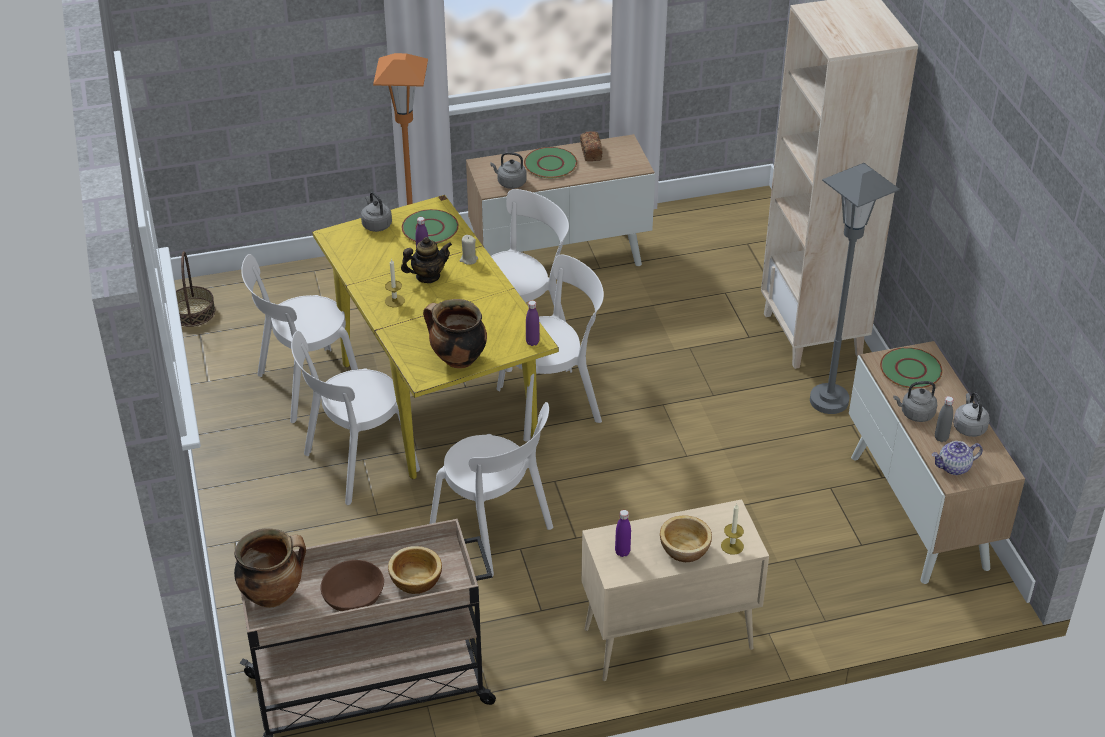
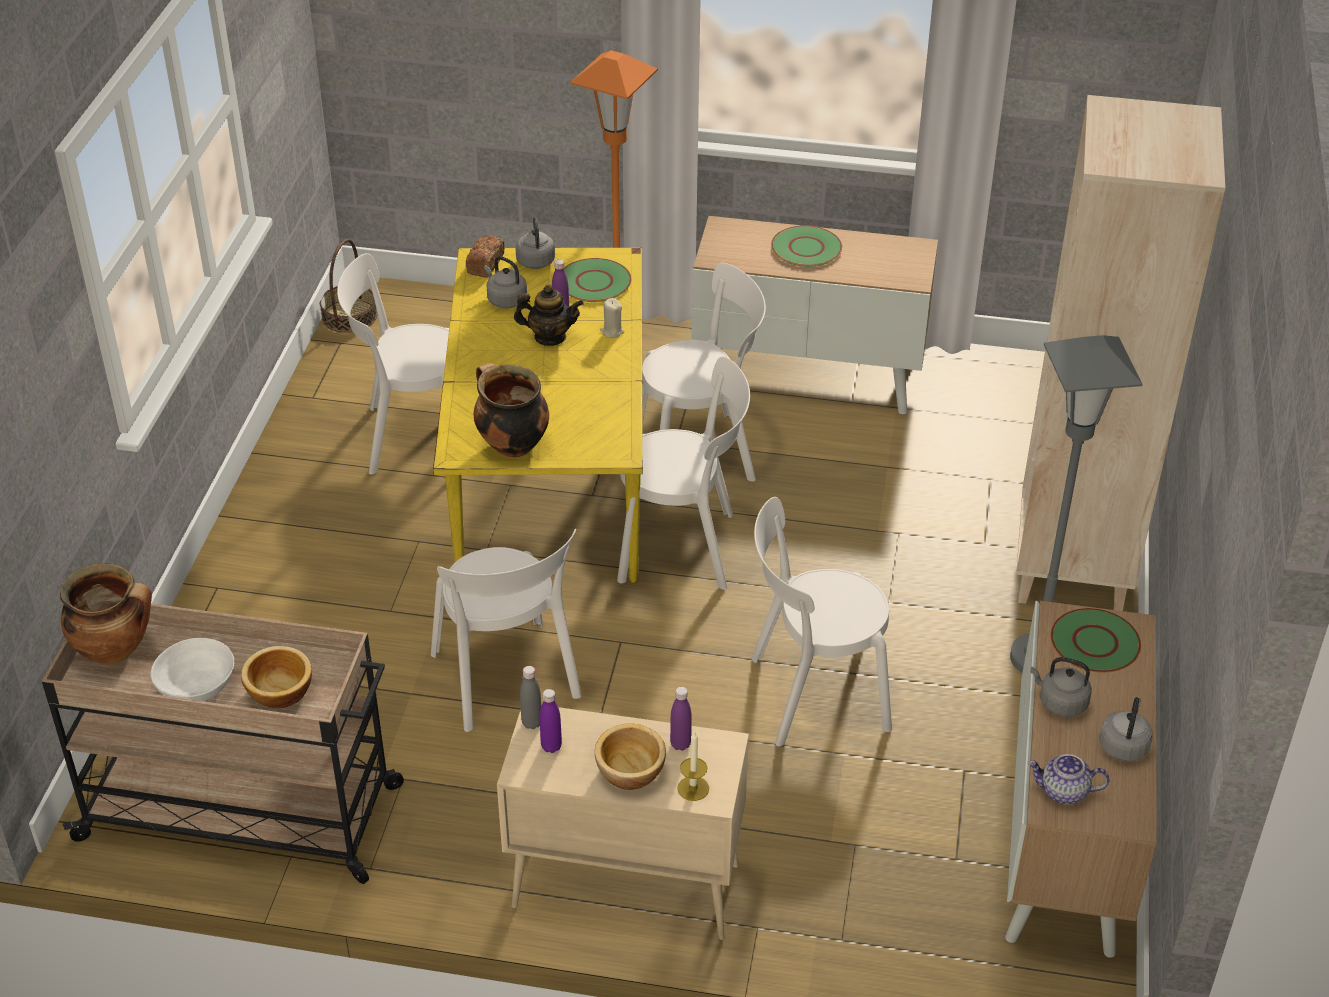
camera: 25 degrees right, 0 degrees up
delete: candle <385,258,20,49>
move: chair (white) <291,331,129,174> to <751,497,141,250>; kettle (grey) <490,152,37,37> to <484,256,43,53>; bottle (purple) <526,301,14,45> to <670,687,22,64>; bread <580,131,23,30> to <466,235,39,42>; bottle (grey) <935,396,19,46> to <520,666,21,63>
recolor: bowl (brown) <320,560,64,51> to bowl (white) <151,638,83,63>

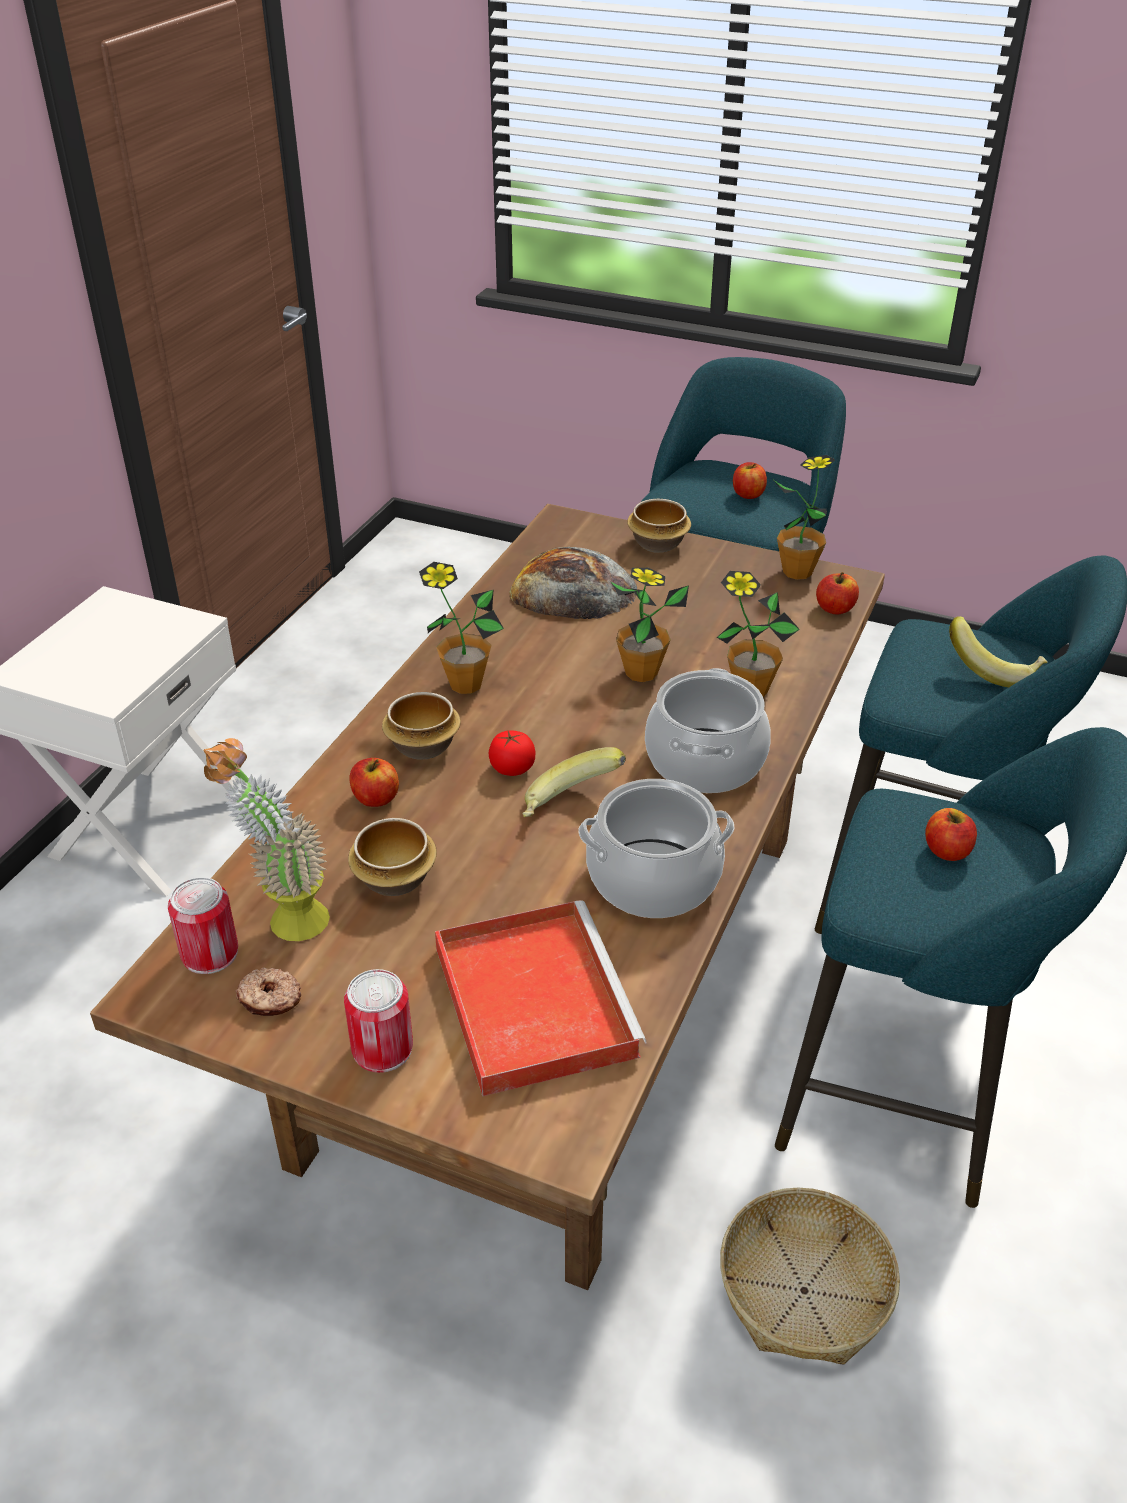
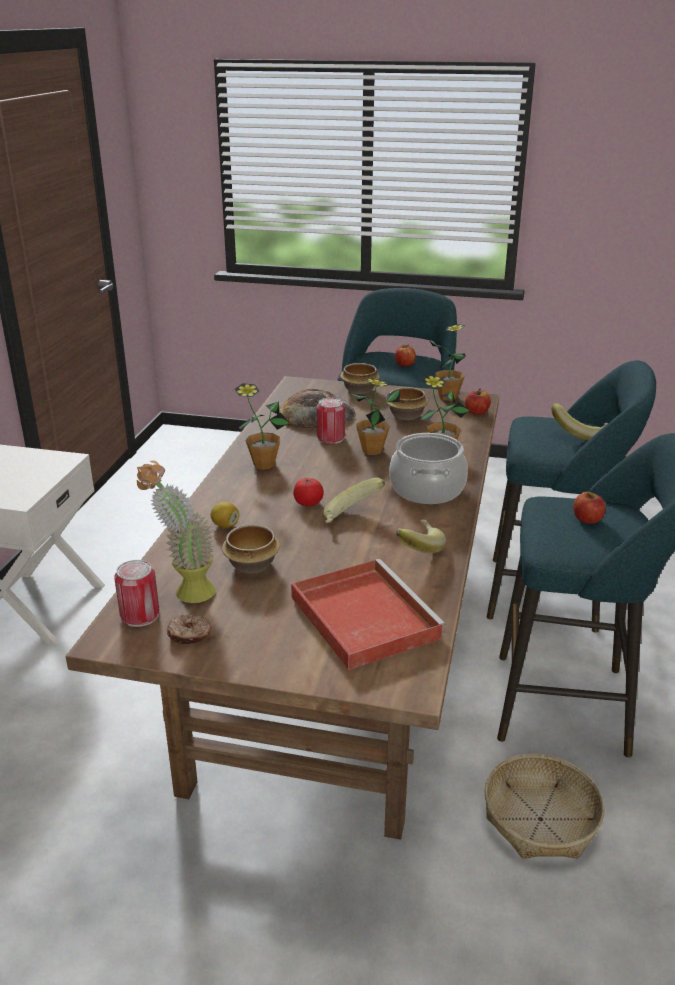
camera: 10 degrees left, 10 degrees down
move: can <344,969,69,104> to <317,397,28,47>; bowl <382,692,79,68> to <386,387,42,33>
replace: apple <350,758,49,49> to lemon <210,502,29,26>; cooking pot <578,779,157,139> to banana <395,520,51,33>

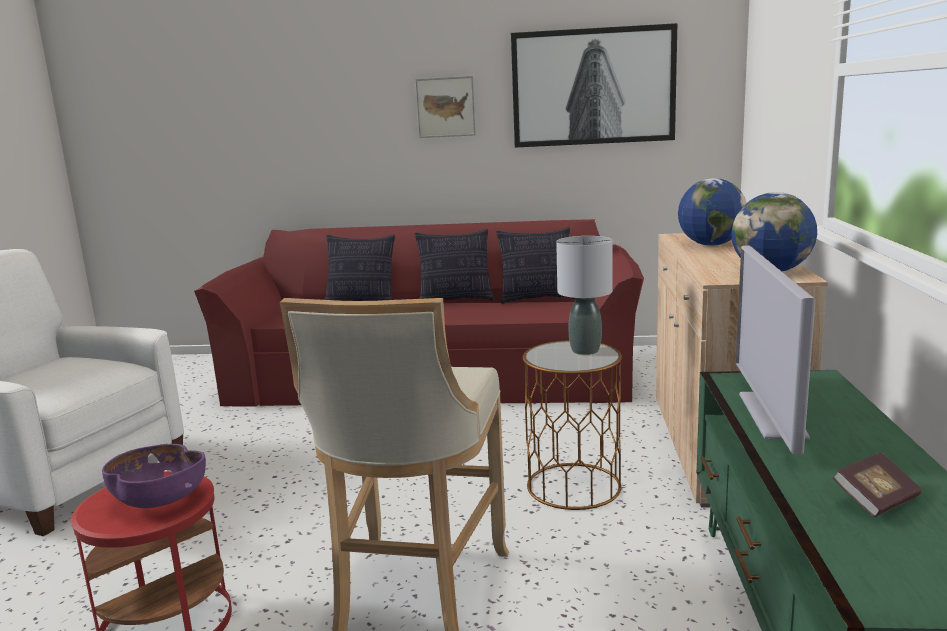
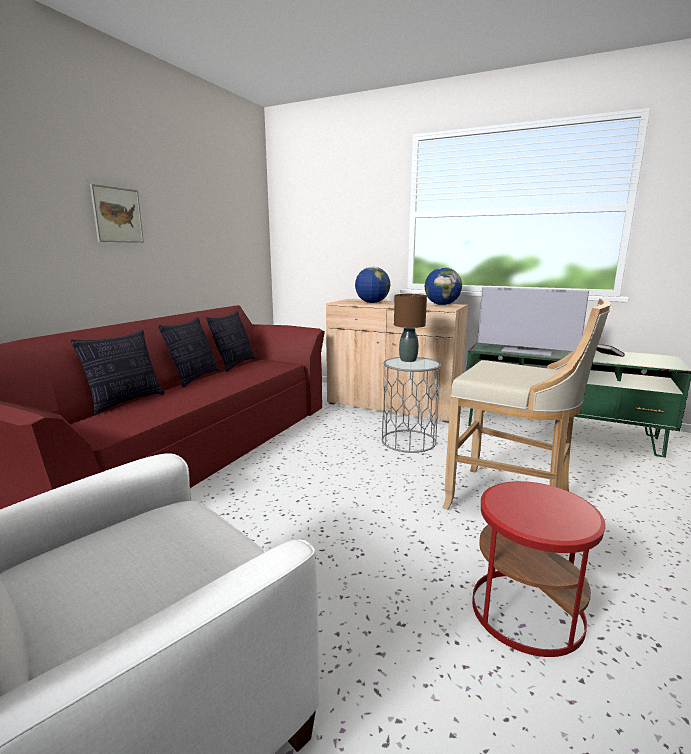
camera: 70 degrees left, 0 degrees up
delete: bowl (purple) <102,444,104,64>; picture <511,23,166,125>
recolor: side table (brown) <523,340,99,170> to side table (grey) <382,357,59,96>; table lamp (grey) <556,236,57,119> to table lamp (brown) <394,294,33,68>

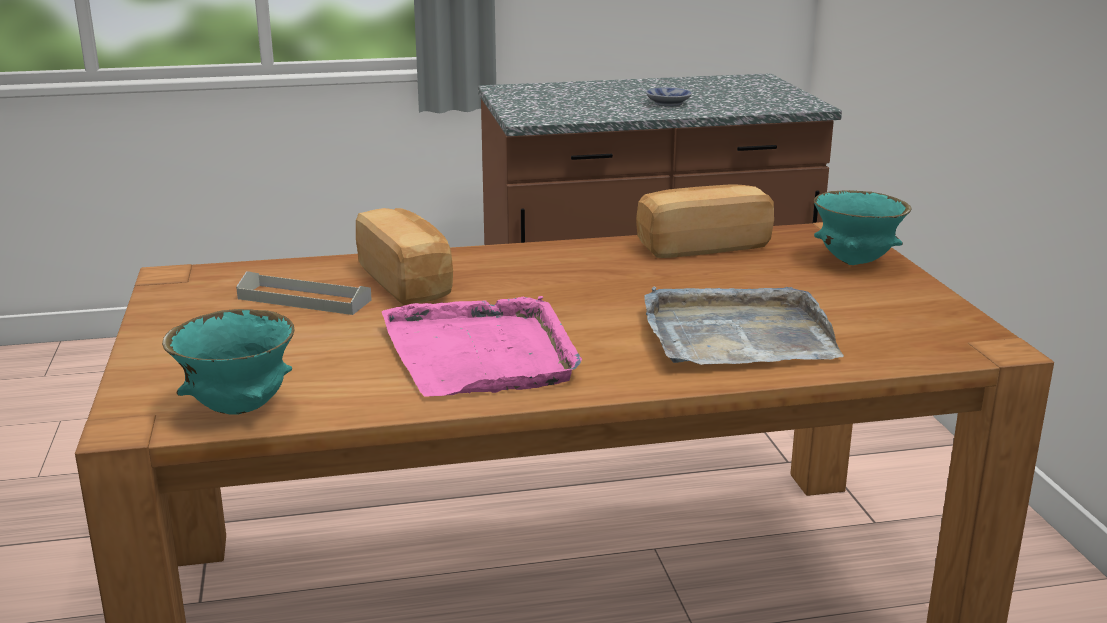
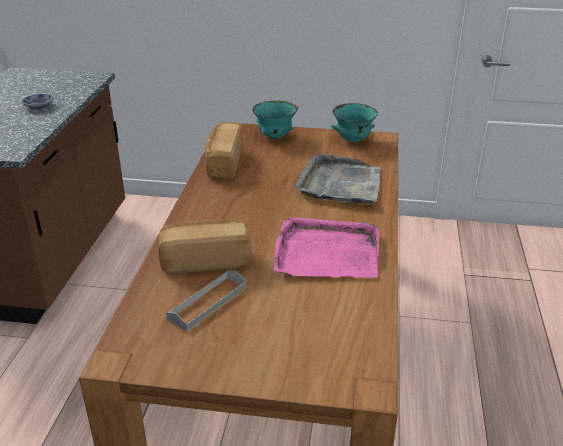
camera: 70 degrees left, 10 degrees up
move: bowl (turquoise) <162,309,133,106> to <331,103,47,39>

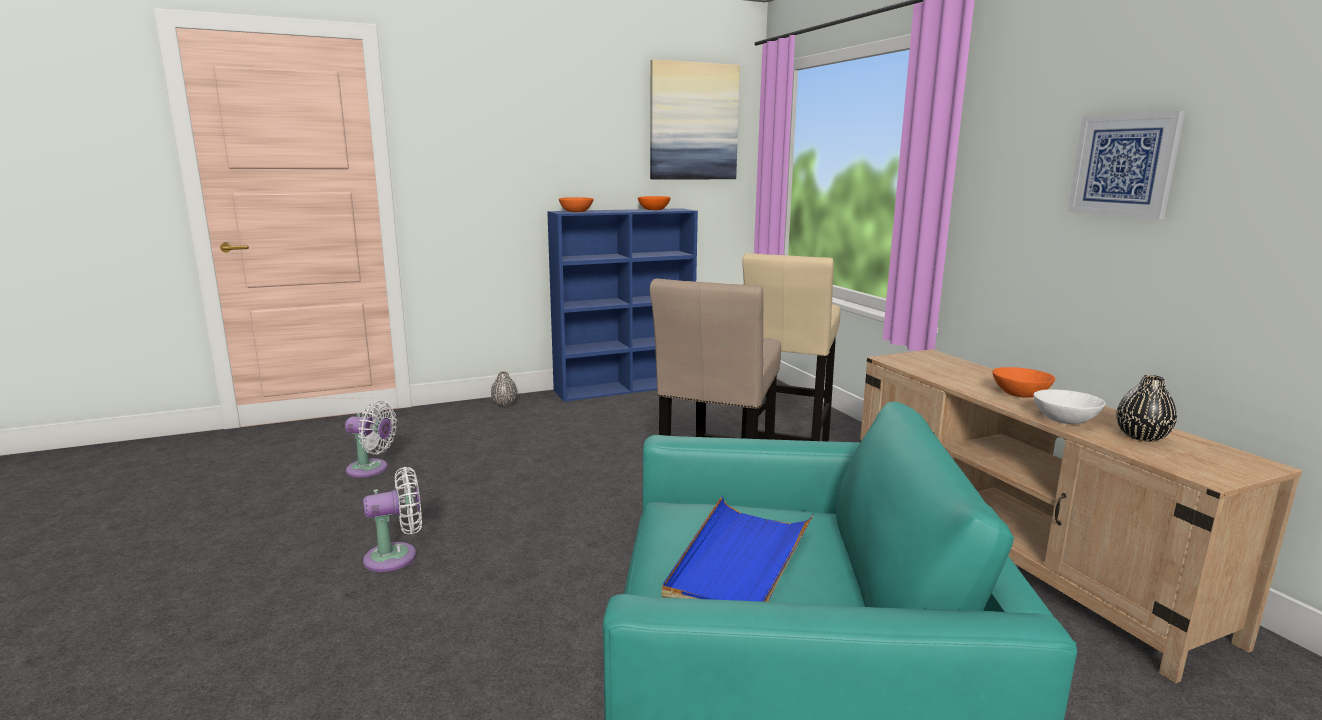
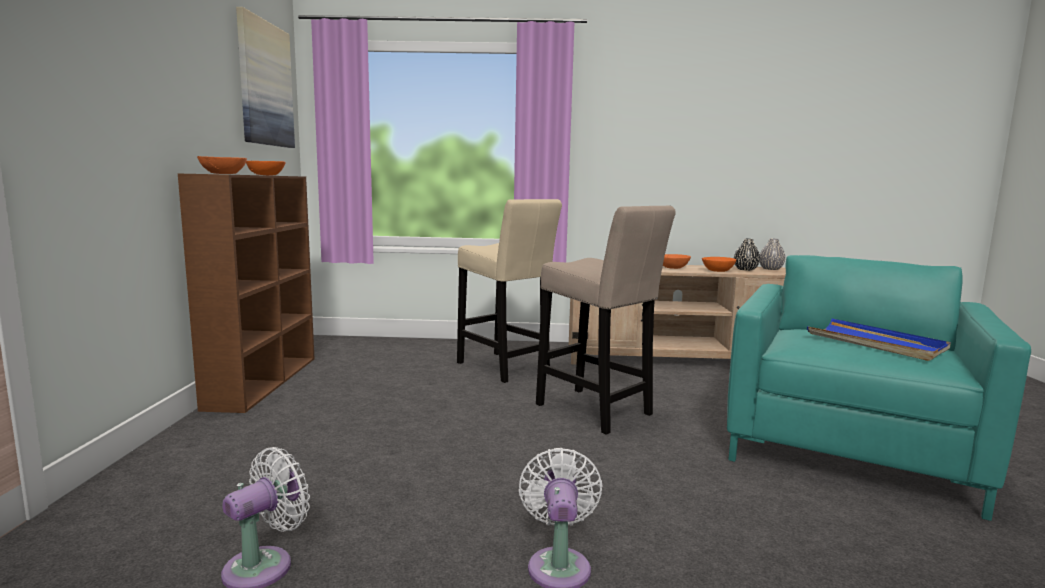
camera: 65 degrees left, 5 degrees down
delete: picture <1068,111,117,108>
move: vase (grey) <491,371,27,35> to <760,238,25,32>
recolor: bookcase (blue) <547,208,151,194> to bookcase (brown) <178,174,136,239>; bowl (white) <1034,389,72,35> to bowl (orange) <702,257,34,15>

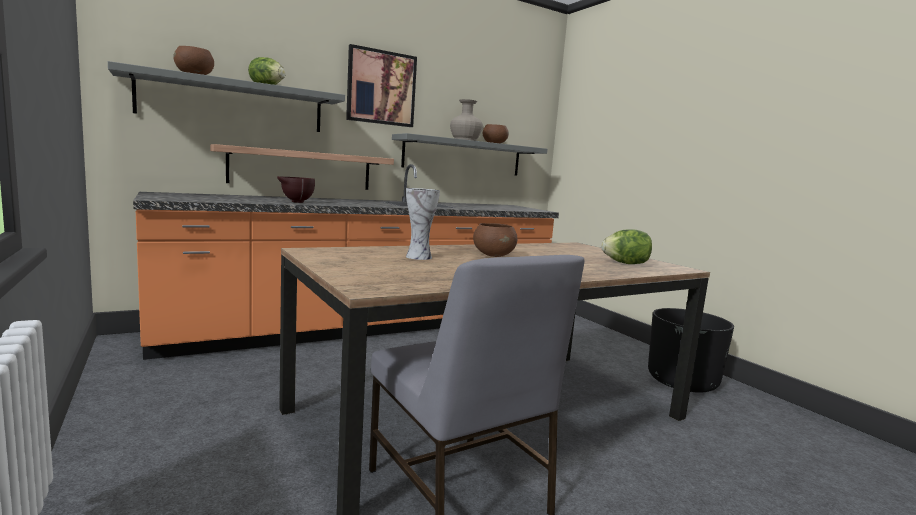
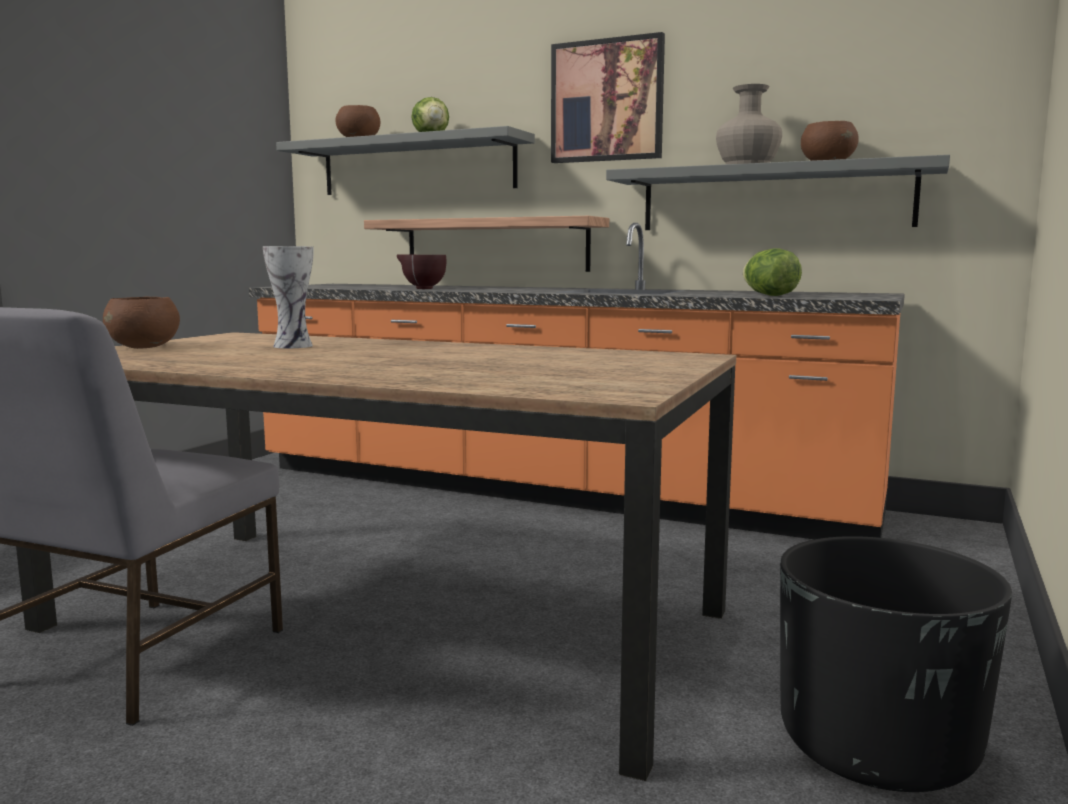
camera: 55 degrees right, 0 degrees up
move: bowl (brown) <473,223,44,34> to <103,296,77,53>; lettuce <602,229,50,35> to <743,248,59,48>

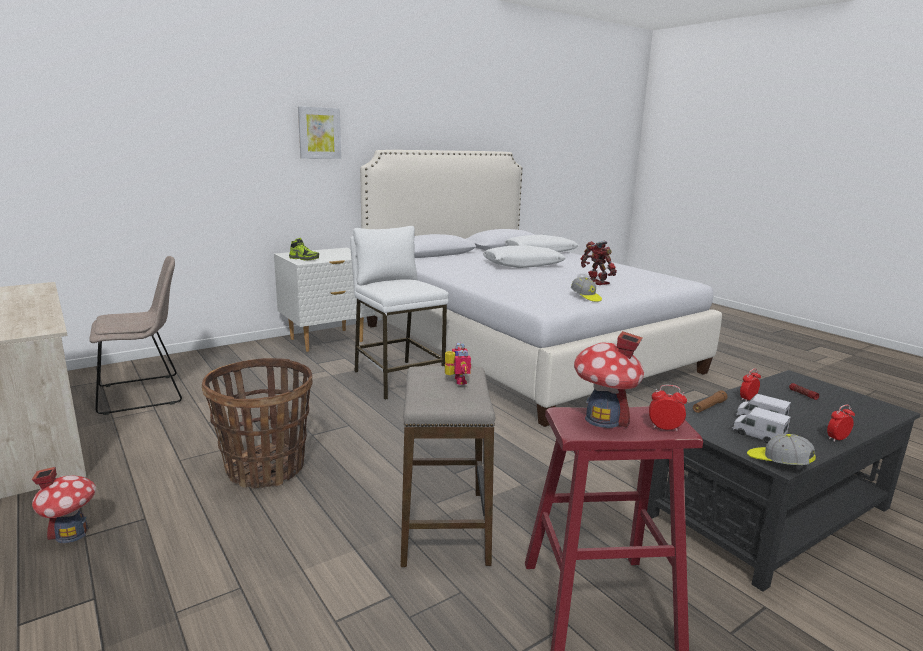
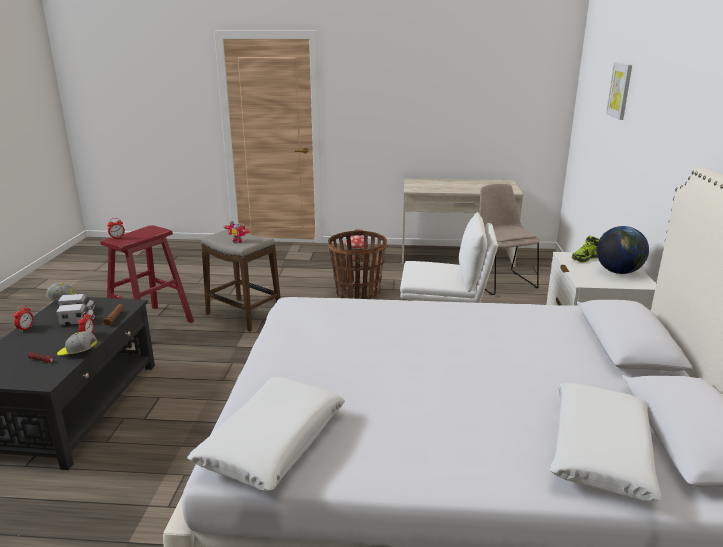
camera: 130 degrees right, 5 degrees up
delete: toy house <574,331,70,97>; toy robot <581,241,36,44>
insert: globe <597,226,52,48>
move: picture <298,106,43,53> to <606,63,26,57>; pillow (white) <483,245,83,23> to <187,377,158,114>; cap <571,277,31,25> to <57,332,41,24>
rotate: chair (beige) <89,256,93,159> = <479,184,61,111> 150 degrees clockwise

